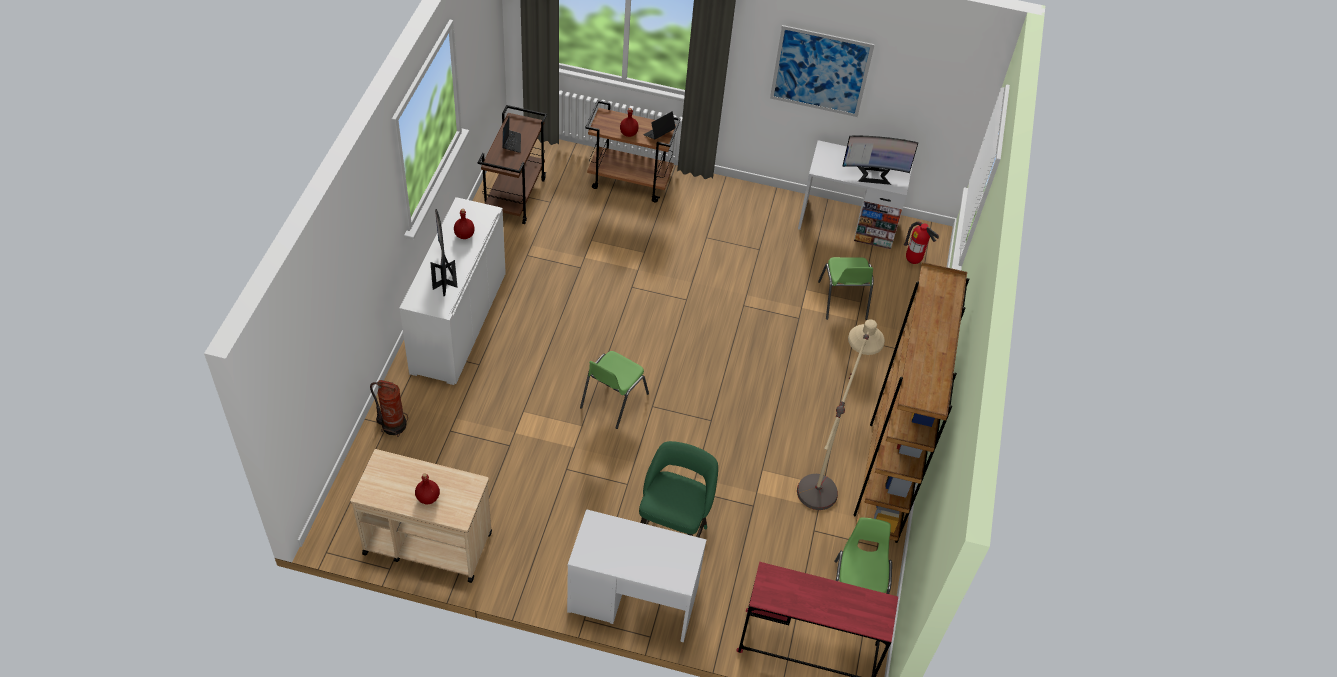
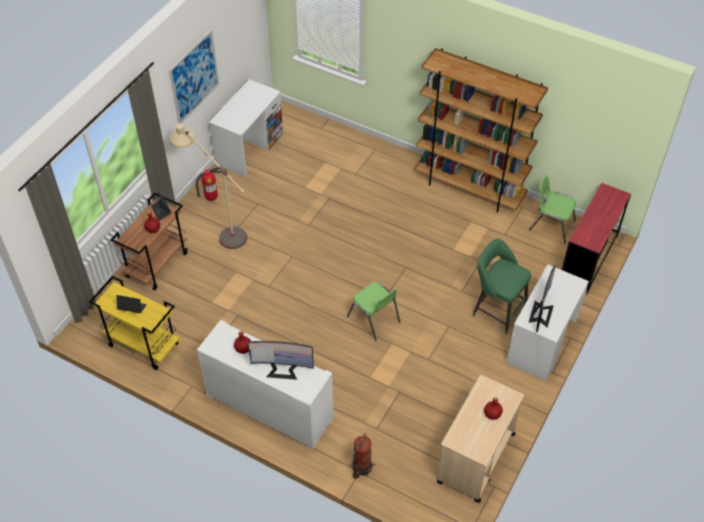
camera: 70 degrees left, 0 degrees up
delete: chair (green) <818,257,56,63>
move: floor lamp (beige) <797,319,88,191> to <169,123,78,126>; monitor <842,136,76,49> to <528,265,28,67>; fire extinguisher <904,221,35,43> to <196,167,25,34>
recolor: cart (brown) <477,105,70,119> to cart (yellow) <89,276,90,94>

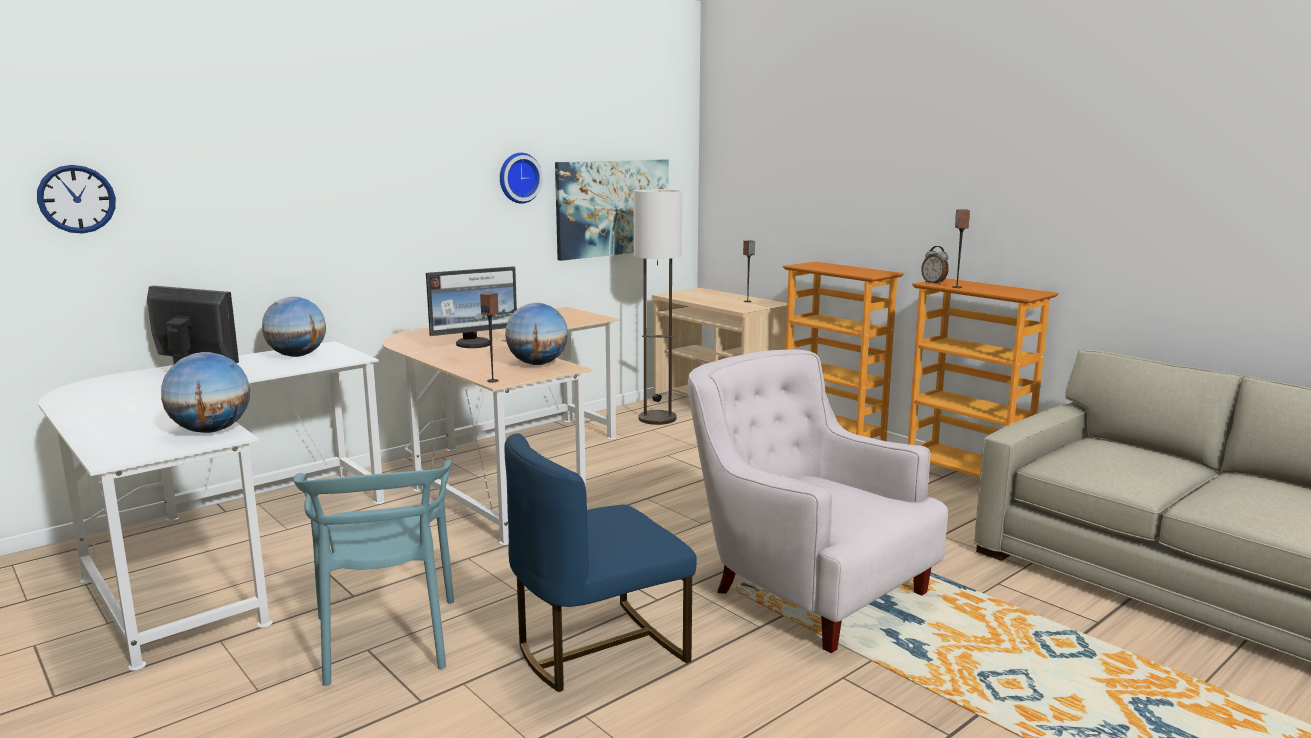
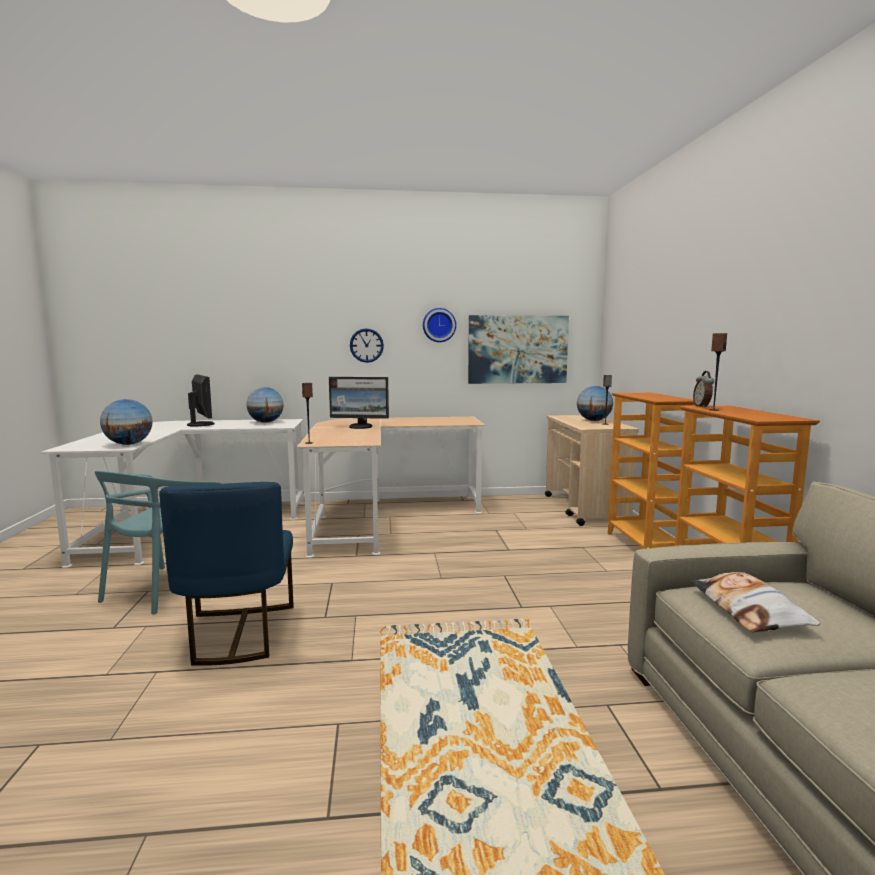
camera: 35 degrees right, 5 degrees down
delete: floor lamp <633,189,49,236>; armchair (white) <688,350,260,303>
insert: pillow <690,572,130,60>
move: wall clock <37,165,79,69> to <350,328,34,35>; globe <505,303,63,62> to <577,386,36,35>
rotate: chair (blue) <504,433,193,259> = <159,482,135,184> 105 degrees counterclockwise

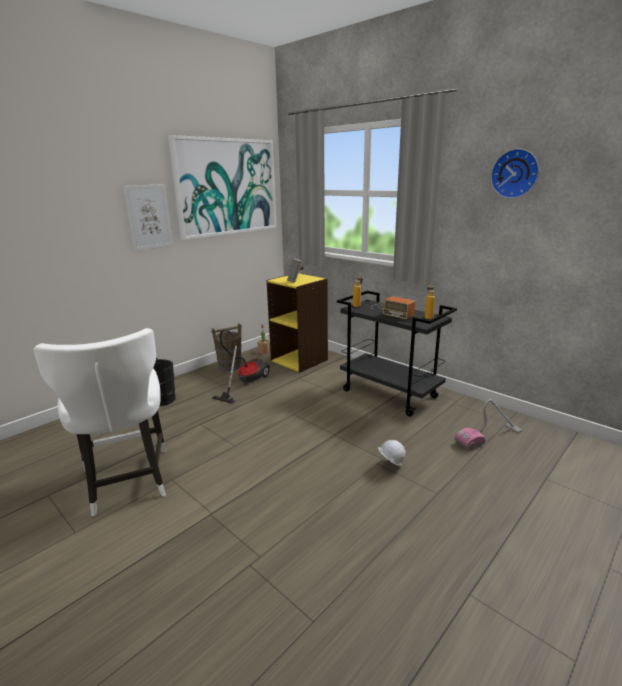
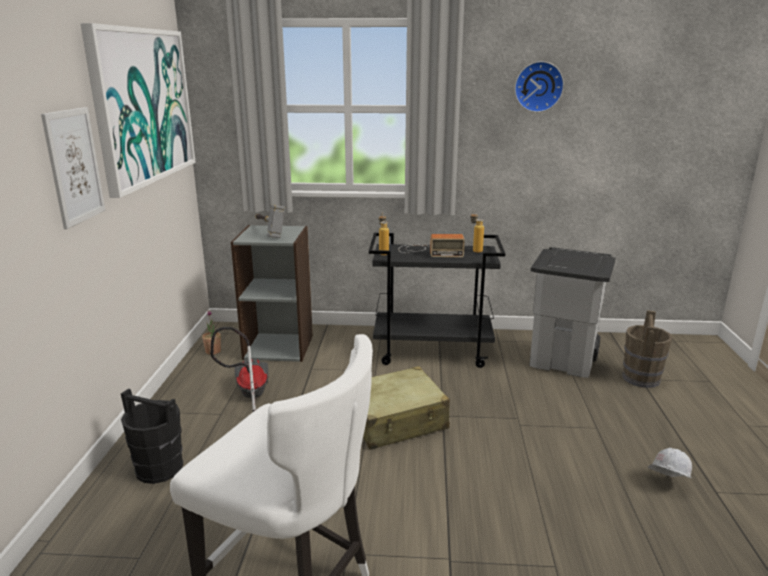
camera: 40 degrees left, 0 degrees up
insert: suitcase (beige) <363,366,87,84>
move: bucket (brown) <211,323,31,48> to <622,310,51,78>; hard hat (white) <378,440,28,26> to <647,448,45,30>
replace: vacuum cleaner <455,399,67,51> to trash can (grey) <529,247,87,131>
recolor: bookcase (yellow) <267,273,61,100> to bookcase (grey) <231,225,82,137>

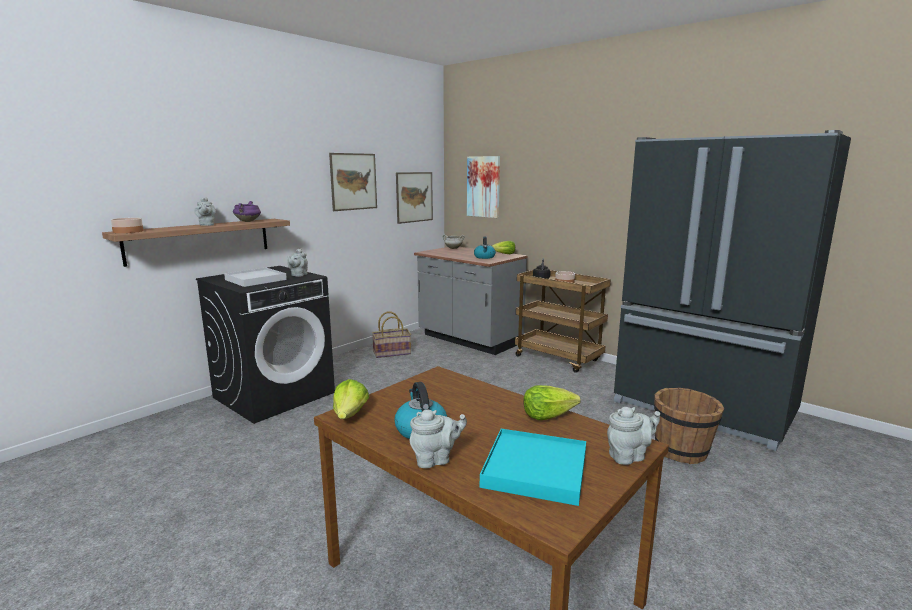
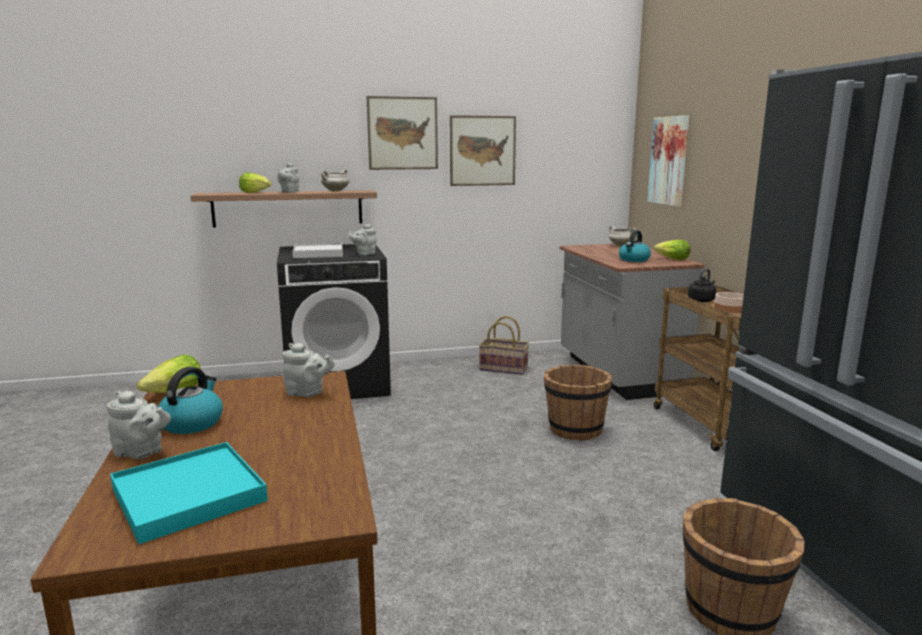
camera: 35 degrees right, 0 degrees up
delete: bowl <111,218,32,15>
insert: bucket (brown) <544,365,68,76>
move: picture <396,172,37,52> to <366,96,72,74>; lettuce <523,385,58,35> to <239,172,33,21>; teapot (grey) <607,407,53,58> to <282,343,53,54>
recolor: cooking pot (purple) <233,201,28,21> to cooking pot (white) <321,169,29,23>

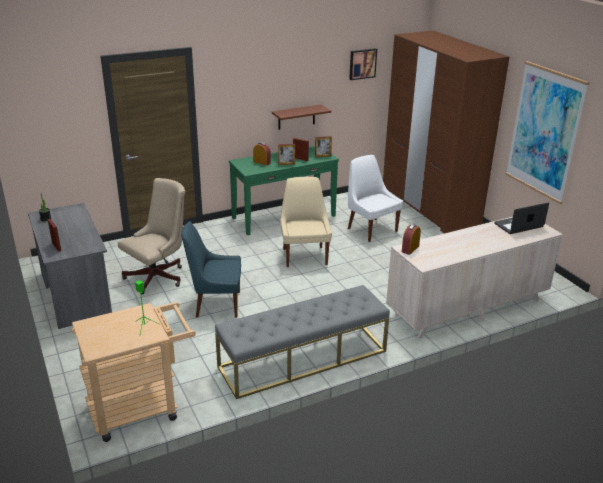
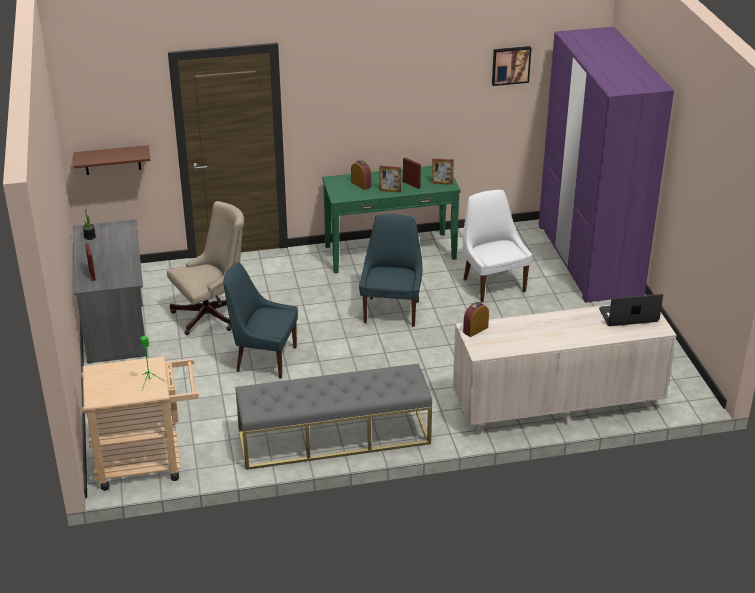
camera: 15 degrees right, 5 degrees up
delete: picture <505,61,84,143>
move: shelf (brown) <272,105,59,25> to <73,145,78,30>
recolor: chair (beige) <280,177,52,90> to chair (blue) <359,214,63,113>; wardrobe (brown) <383,31,126,202> to wardrobe (purple) <538,27,136,276>

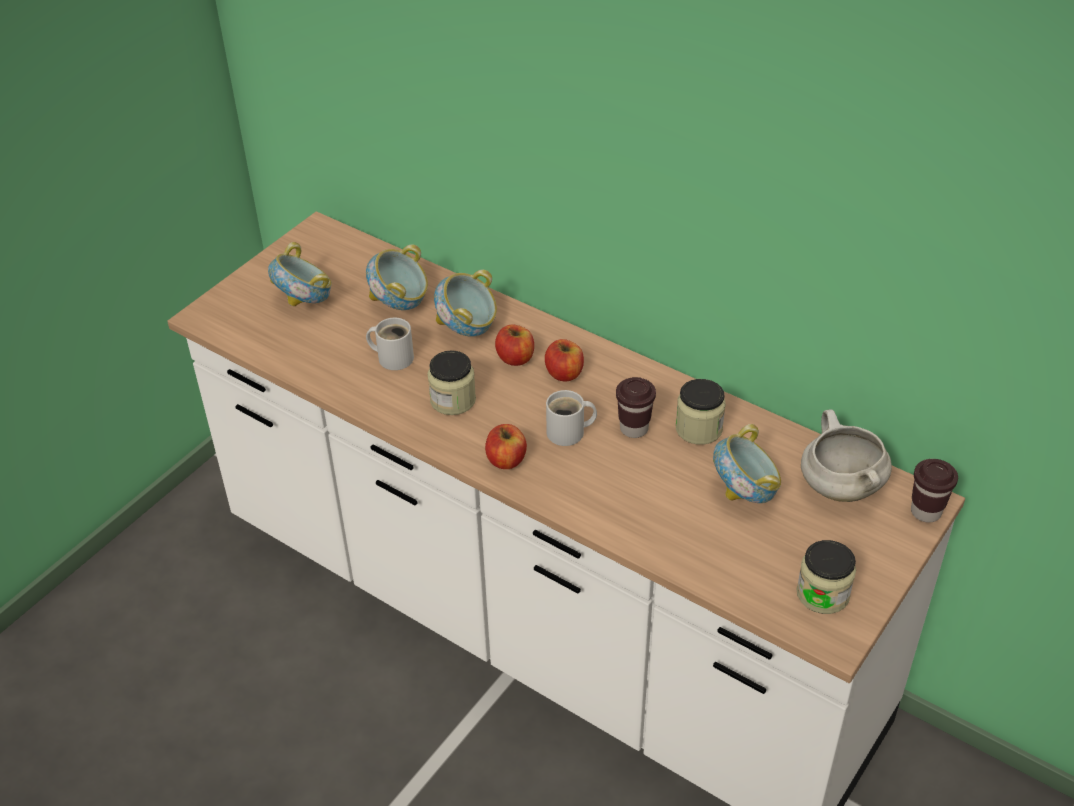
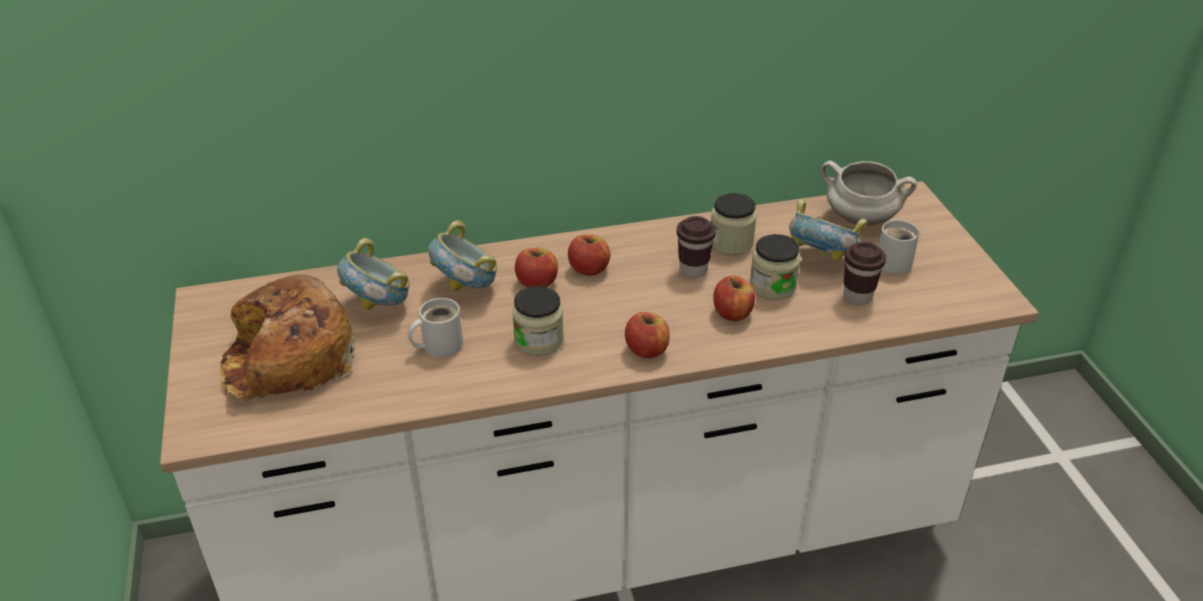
camera: 50 degrees left, 5 degrees down
insert: apple <713,276,42,45>
move: mug (white) <546,390,51,56> to <878,220,41,54>; jar <796,540,60,74> to <750,234,51,66>; cup (brown) <911,459,47,63> to <843,242,43,63>
replace: bowl <268,242,64,64> to bread <220,274,135,127>

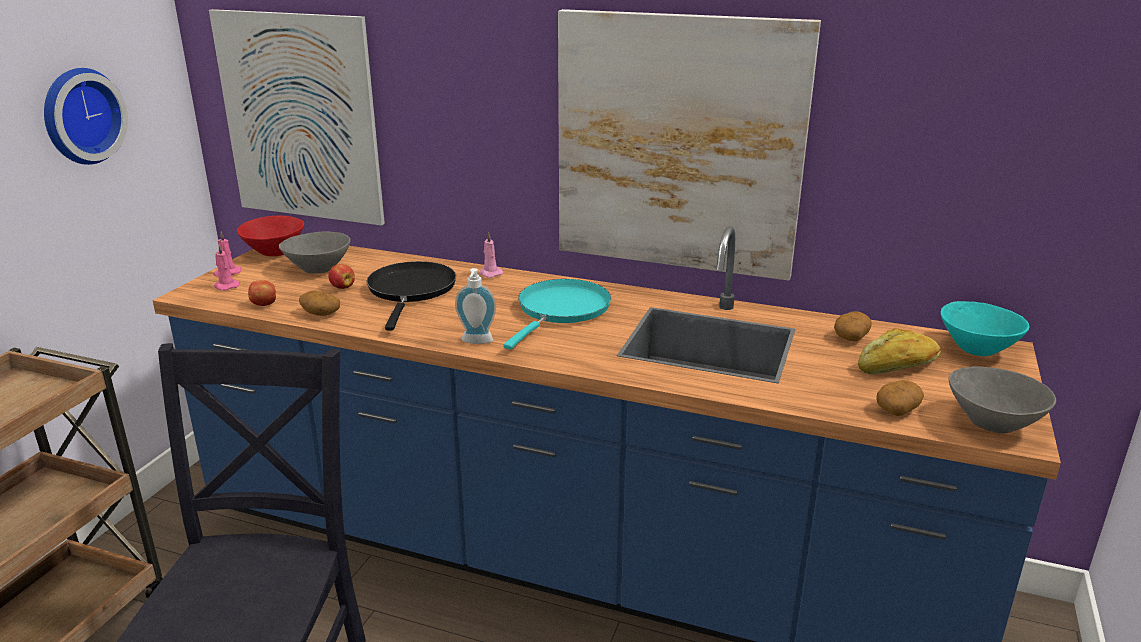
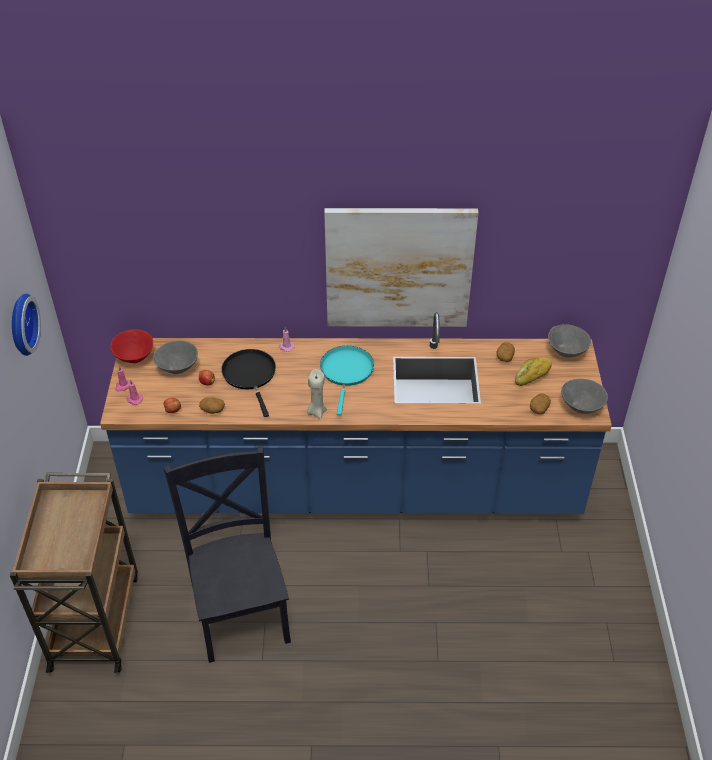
camera: 20 degrees left, 20 degrees up
delete: picture <209,9,176,217>
replace: soap dispenser <455,268,41,76> to candle (beige) <307,369,20,50>
recolor: bowl (turquoise) <941,301,88,55> to bowl (grey) <548,324,43,34>

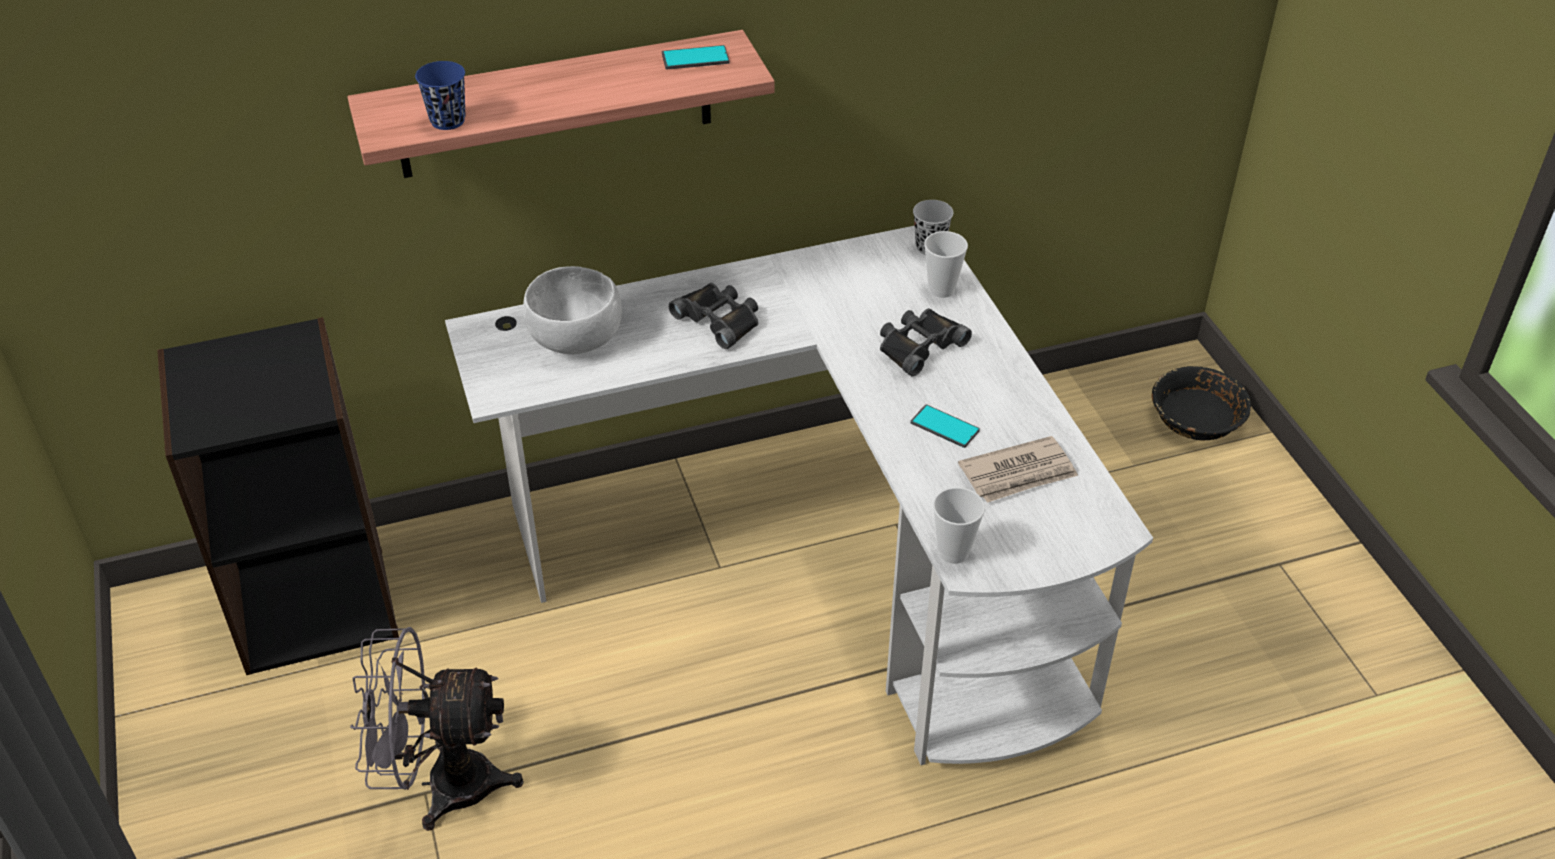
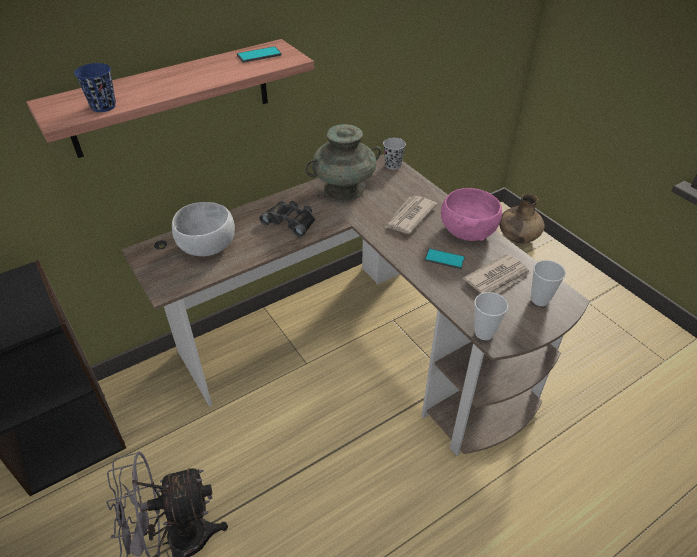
camera: 15 degrees left, 0 degrees up
insert: vase (turquoise) <305,124,76,77>; bowl (pink) <441,188,61,53>
move: cup <924,231,44,67> to <531,260,35,46>
replace: binoculars (black) <880,308,92,68> to newspaper <385,196,52,38>; bowl (black) <1152,366,99,74> to vase (brown) <499,194,46,49>
recolor: desk (white) <445,226,708,539> to desk (brown) <121,154,469,302>

